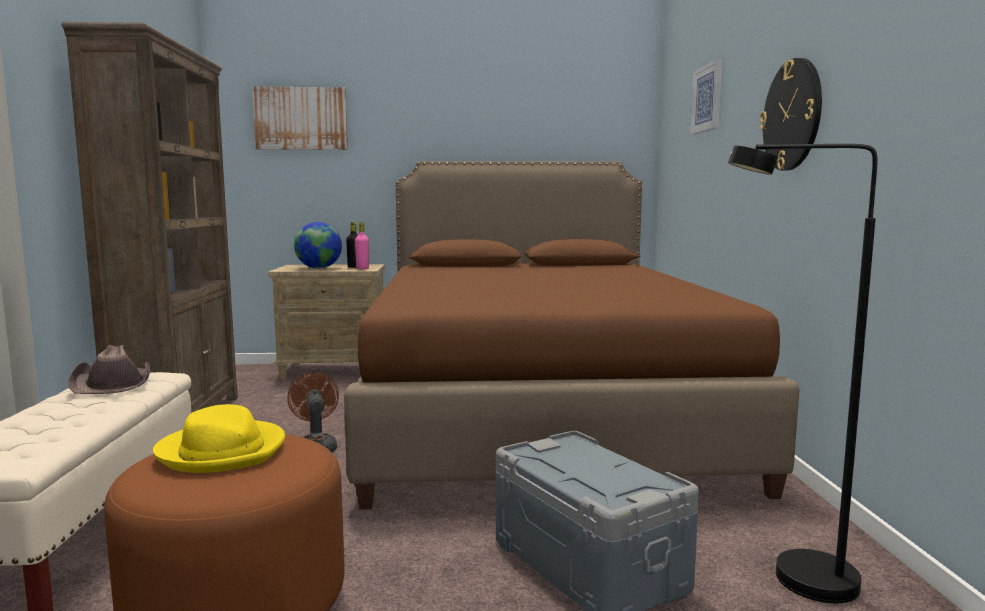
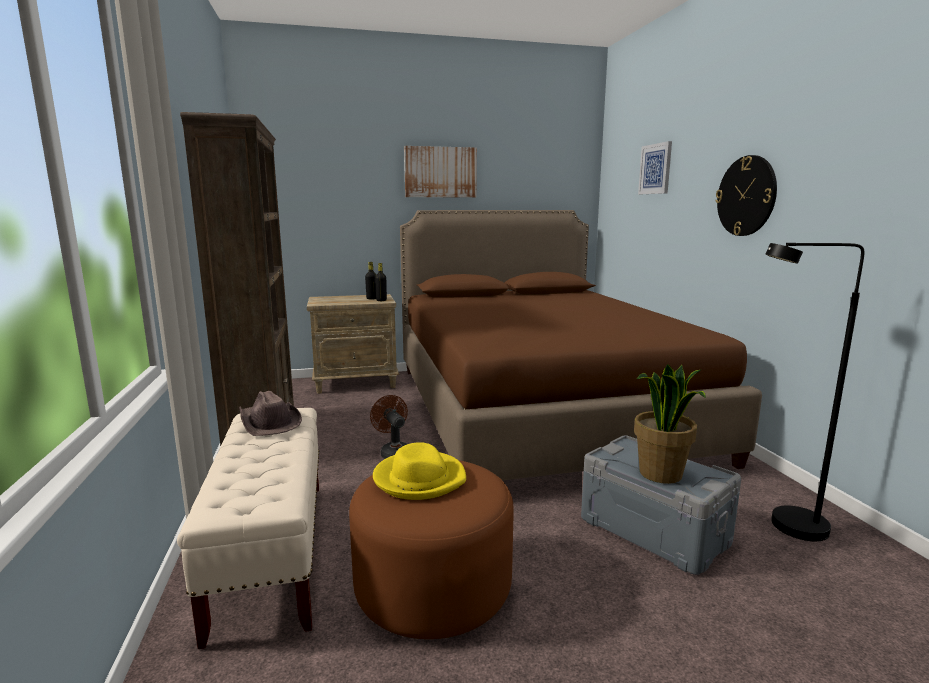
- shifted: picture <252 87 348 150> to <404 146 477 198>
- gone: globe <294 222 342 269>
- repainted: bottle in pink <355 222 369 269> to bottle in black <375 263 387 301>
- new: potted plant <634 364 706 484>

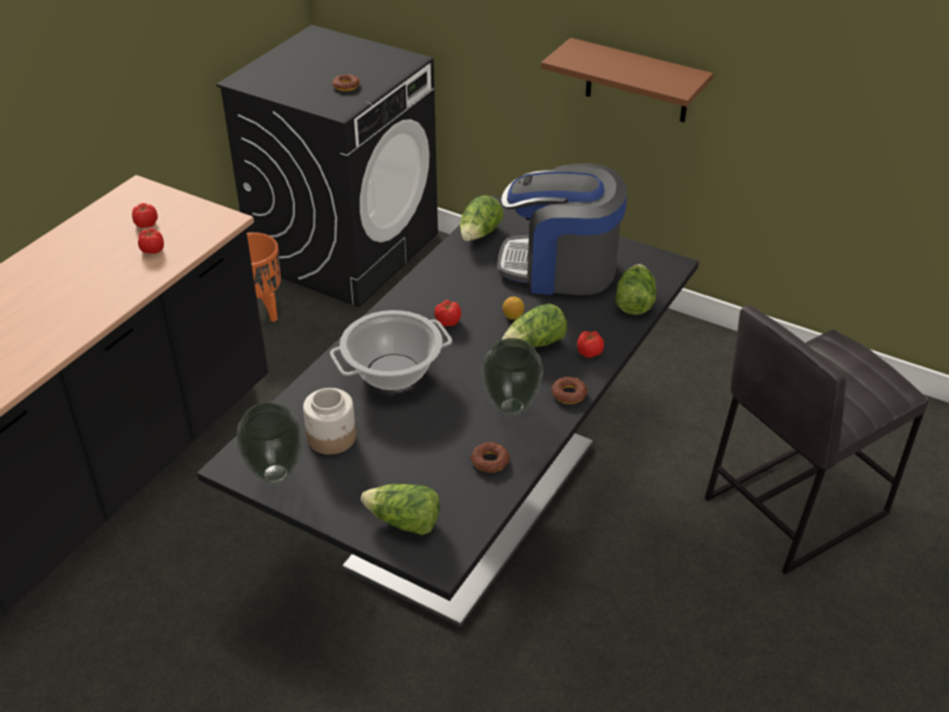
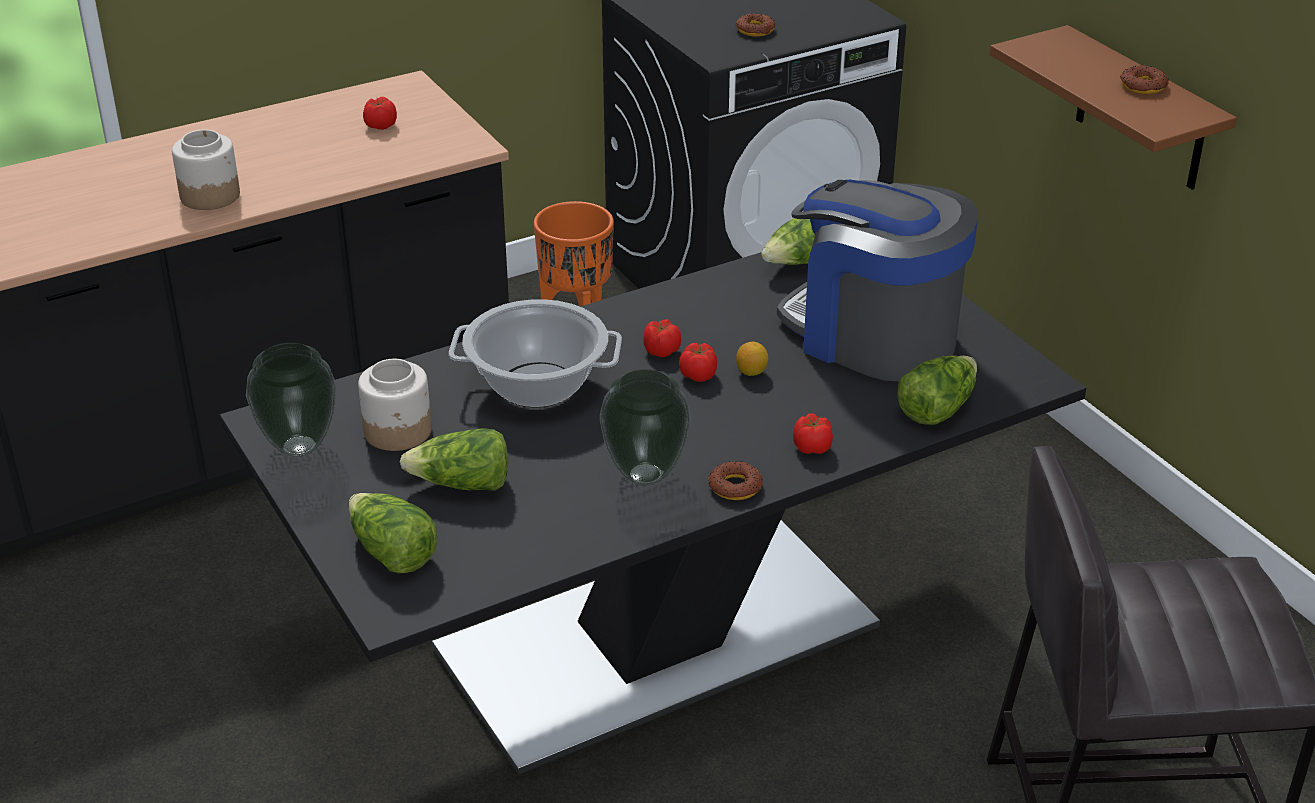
- shifted: tomato <138 228 164 254> to <679 343 717 382>
- shifted: lettuce <502 304 567 347> to <400 428 508 491>
- shifted: donut <471 442 510 472> to <1120 65 1169 94>
- new: jar <172 130 240 210>

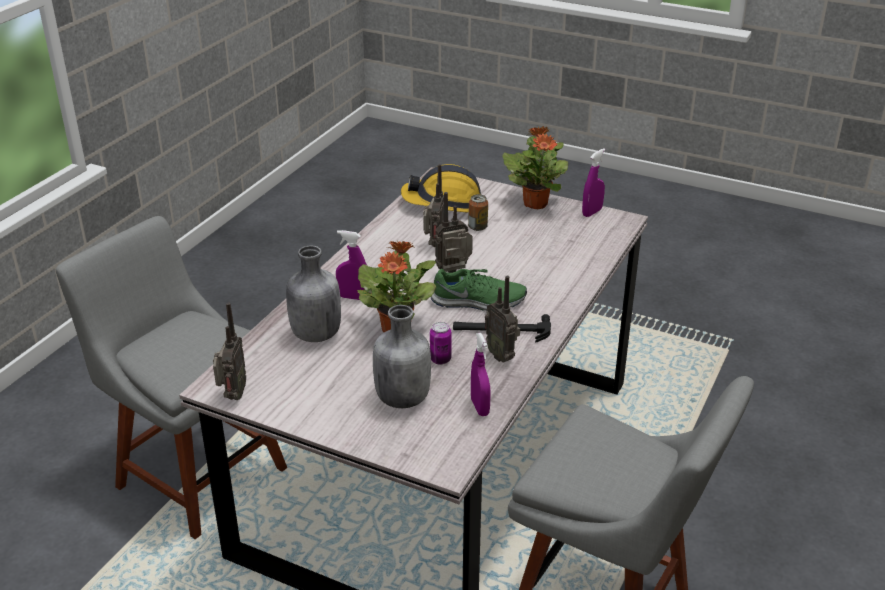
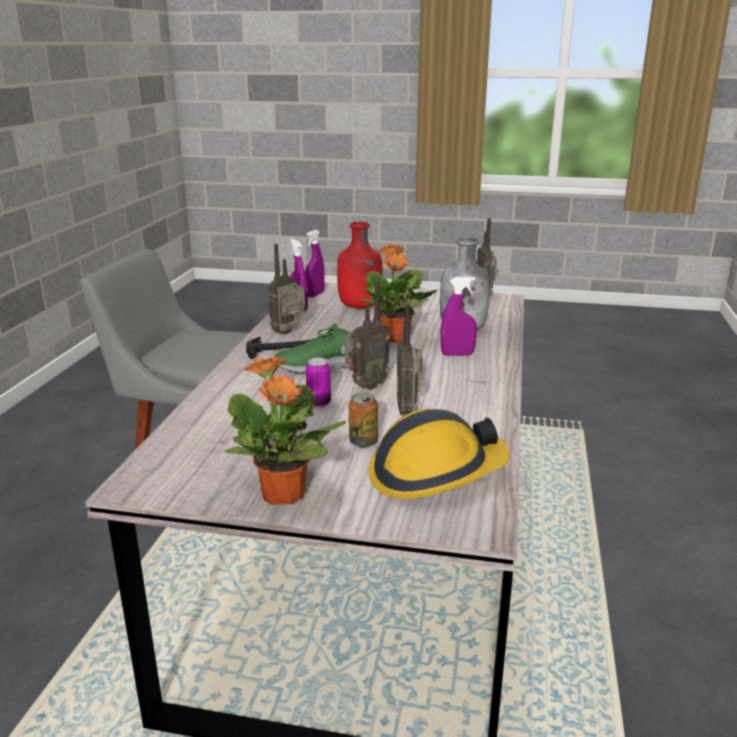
- shifted: spray bottle in purple <582 148 605 217> to <305 230 325 297>
- gone: chair in grey <56 216 287 539>
- rotated: radio <485 276 520 363> = <268 244 305 335> 90 degrees counterclockwise
- repainted: bottle in grey <373 305 431 408> to bottle in red <337 222 383 309>
- shifted: can <430 322 452 365> to <306 358 331 407>

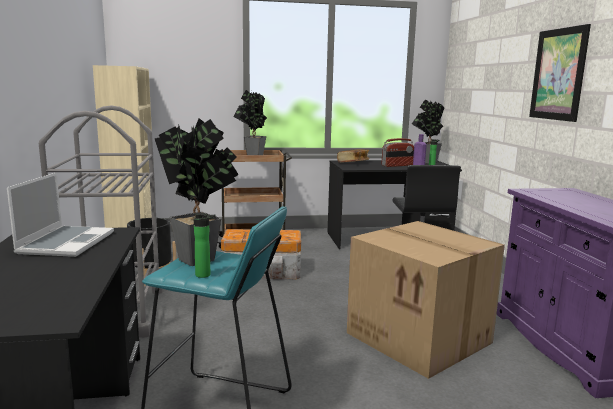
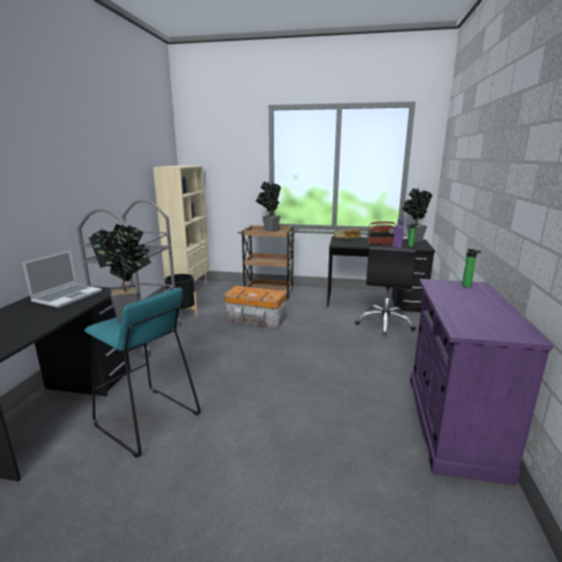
- gone: picture <529 24 591 122>
- shifted: bottle <193 213 216 278> to <462 249 481 287>
- gone: cardboard box <347 221 505 379>

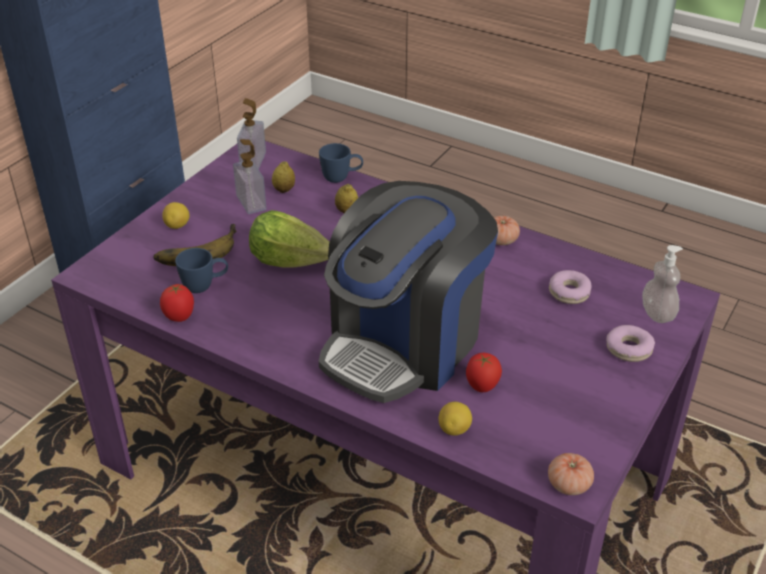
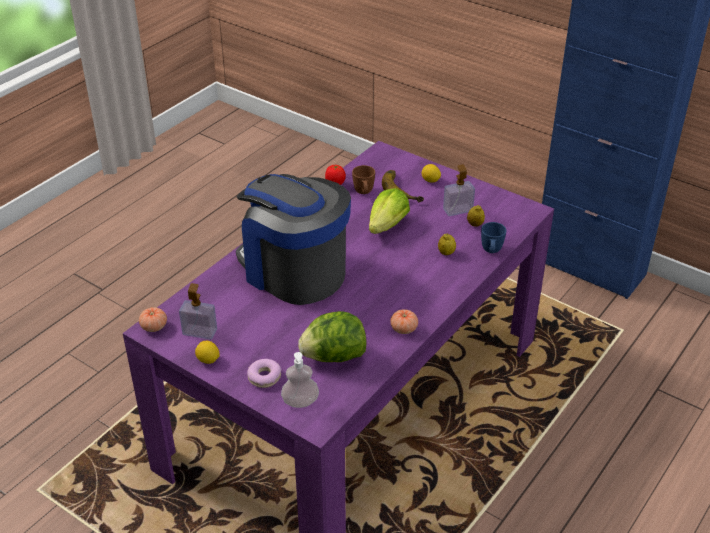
- shifted: soap dispenser <237 98 266 170> to <179 283 217 339>
- repainted: mug in blue <175 248 228 293> to mug in brown <352 165 375 194>
- swapped: donut <549 270 592 304> to lettuce <299 311 367 362>
- gone: tomato <466 353 502 392>
- shifted: lemon <438 402 472 436> to <195 341 220 364>

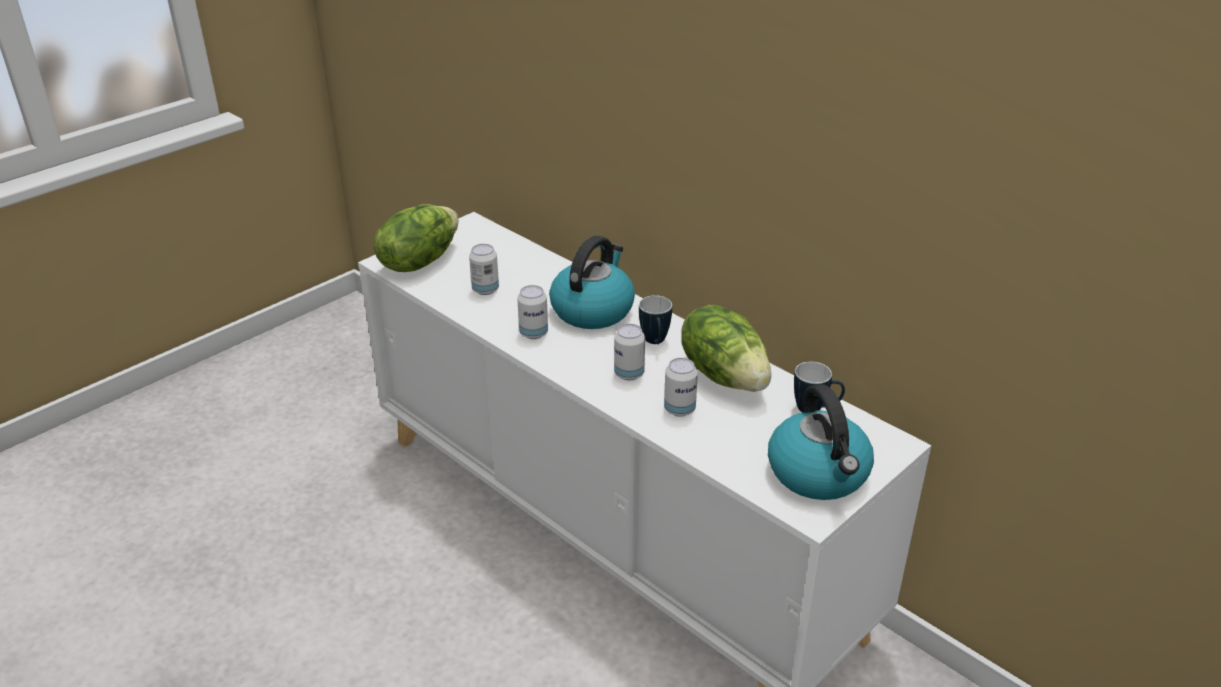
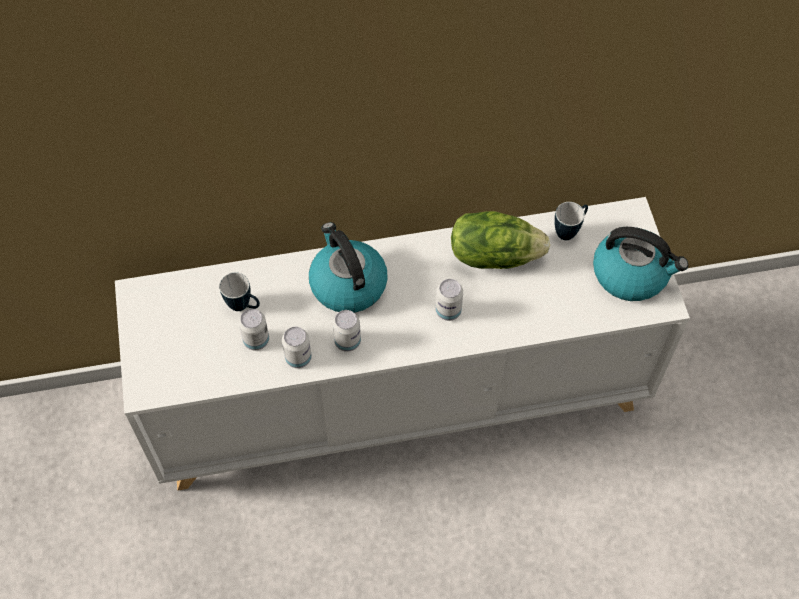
- gone: lettuce <373 204 459 272>
- shifted: mug <639 295 672 344> to <219 272 260 311>
- shifted: can <664 358 698 417> to <282 327 312 368>

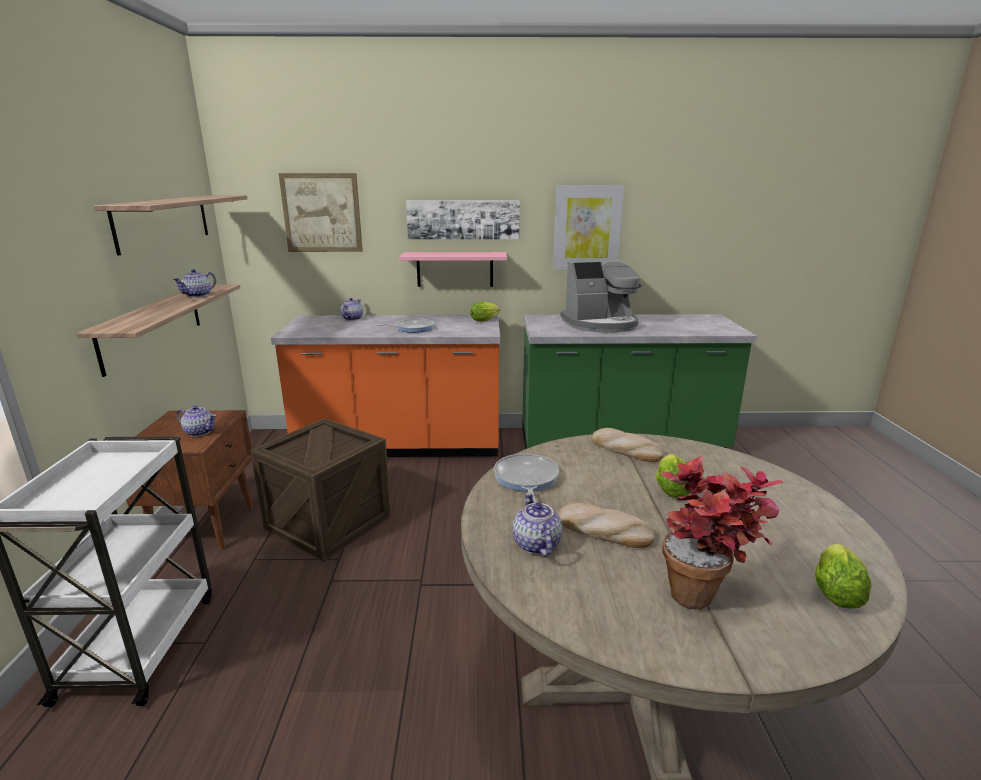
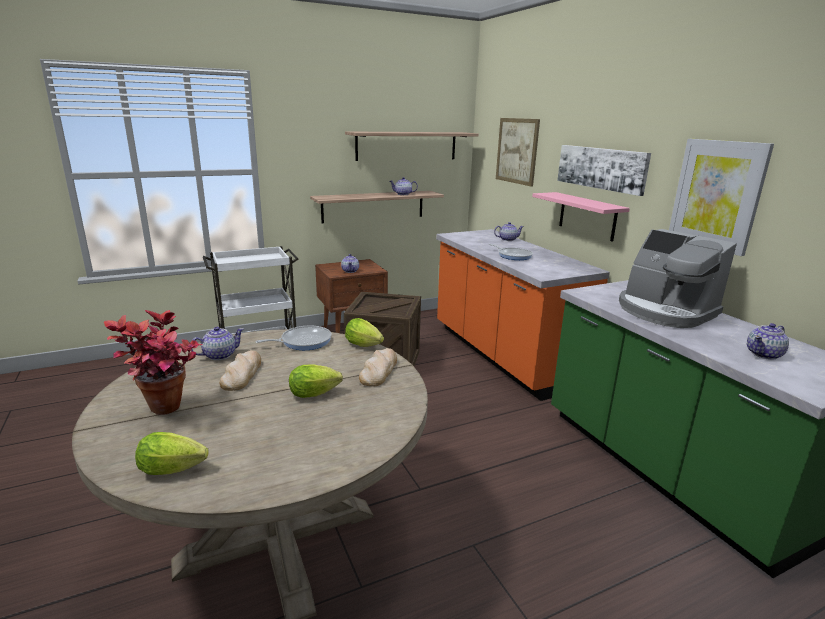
- shifted: lettuce <470 301 500 322> to <345 318 384 347>
- new: teapot <747 323 789 360>

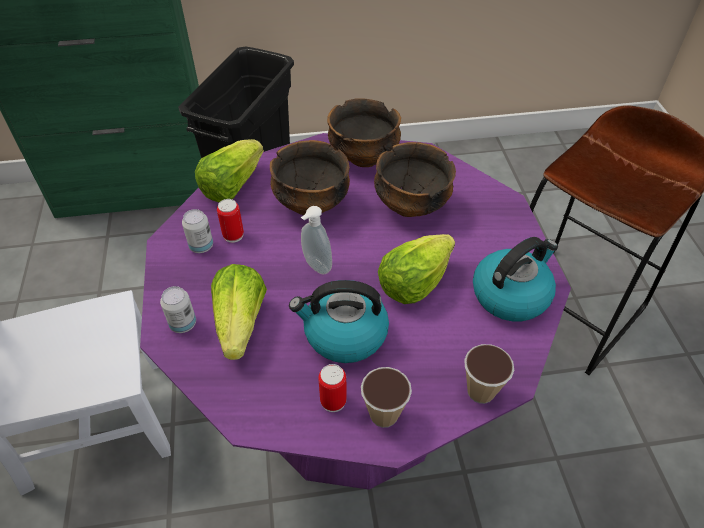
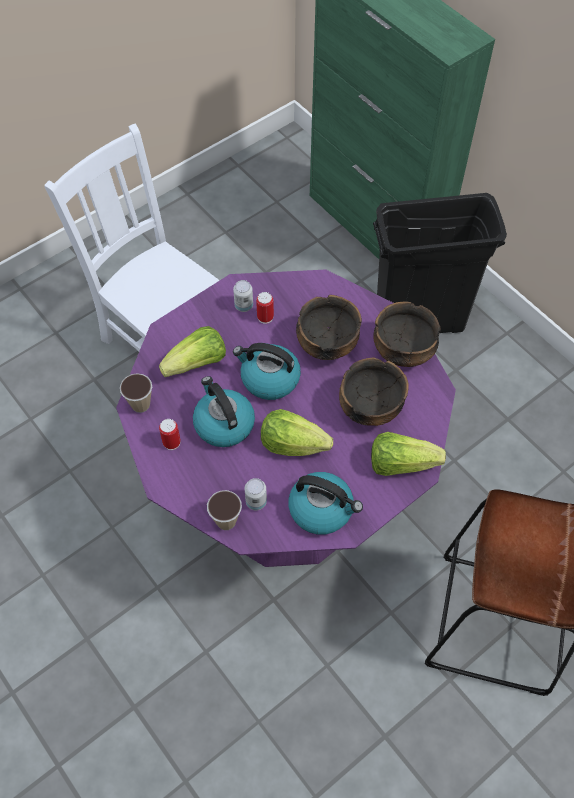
- shifted: lettuce <195 139 264 202> to <371 432 446 476>
- swapped: soap dispenser <301 206 332 274> to kettle <233 343 301 400>
- shifted: can <160 286 196 333> to <245 478 267 510>
- shifted: cup <361 367 412 428> to <120 373 152 413>

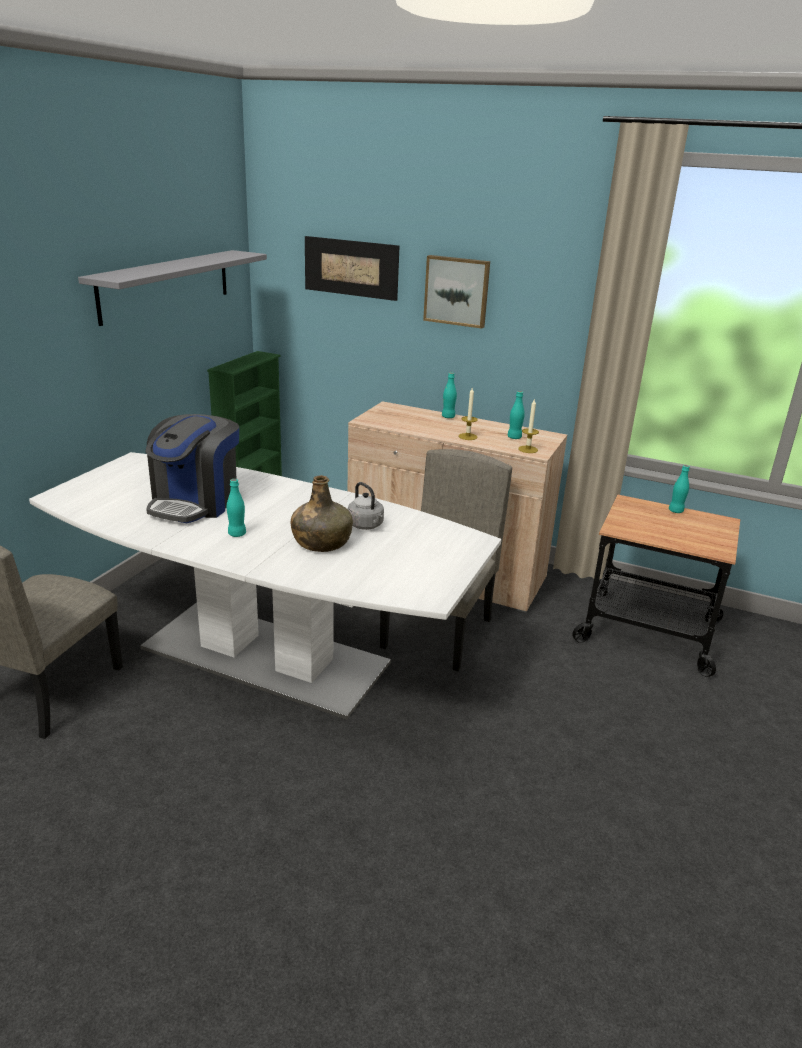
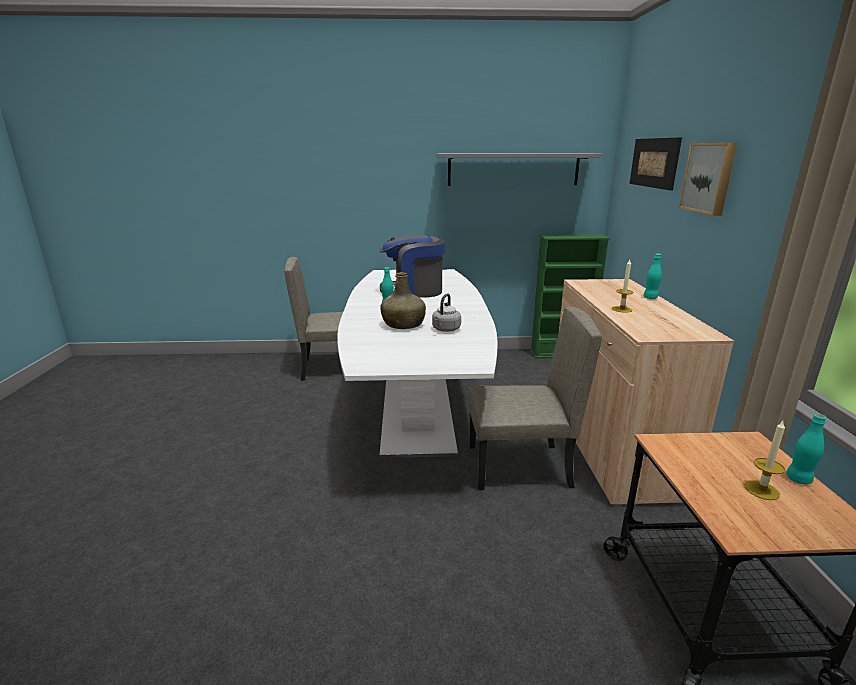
- gone: bottle in turquoise <507 391 525 439>
- shifted: candle <518 398 539 453> to <744 421 785 500>

